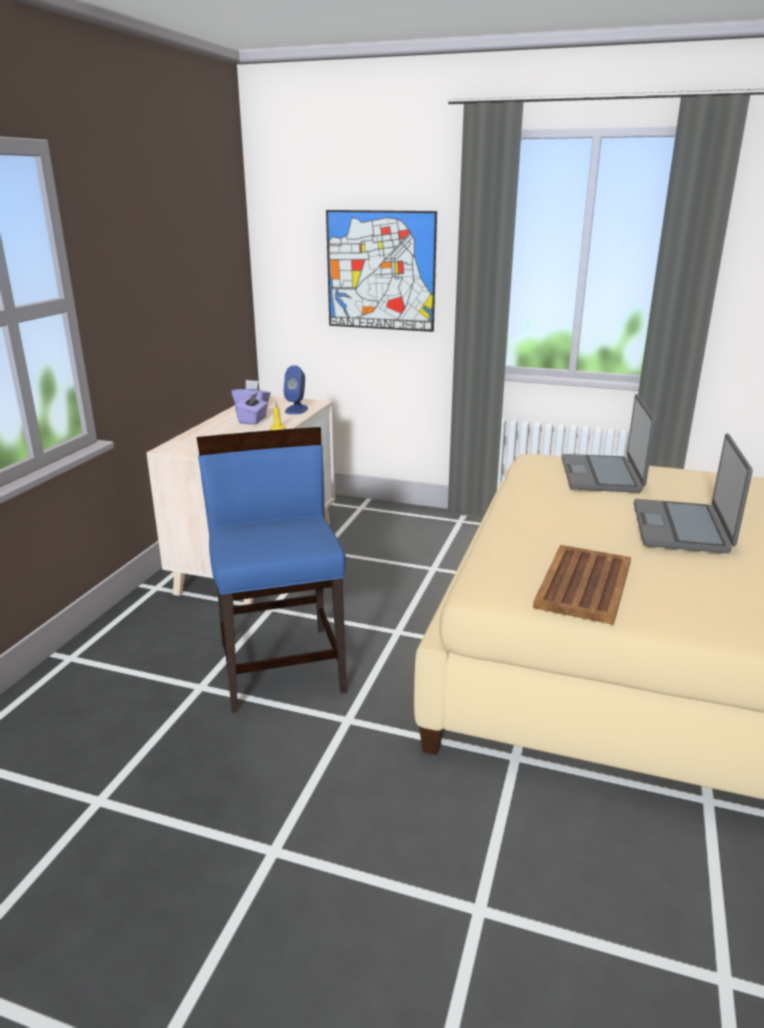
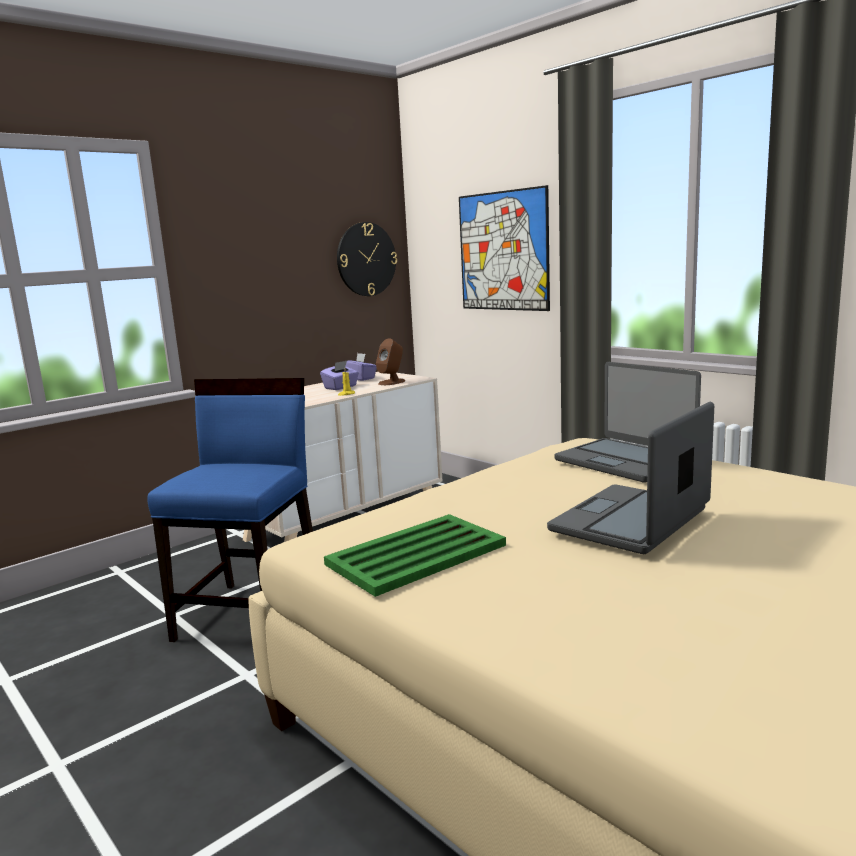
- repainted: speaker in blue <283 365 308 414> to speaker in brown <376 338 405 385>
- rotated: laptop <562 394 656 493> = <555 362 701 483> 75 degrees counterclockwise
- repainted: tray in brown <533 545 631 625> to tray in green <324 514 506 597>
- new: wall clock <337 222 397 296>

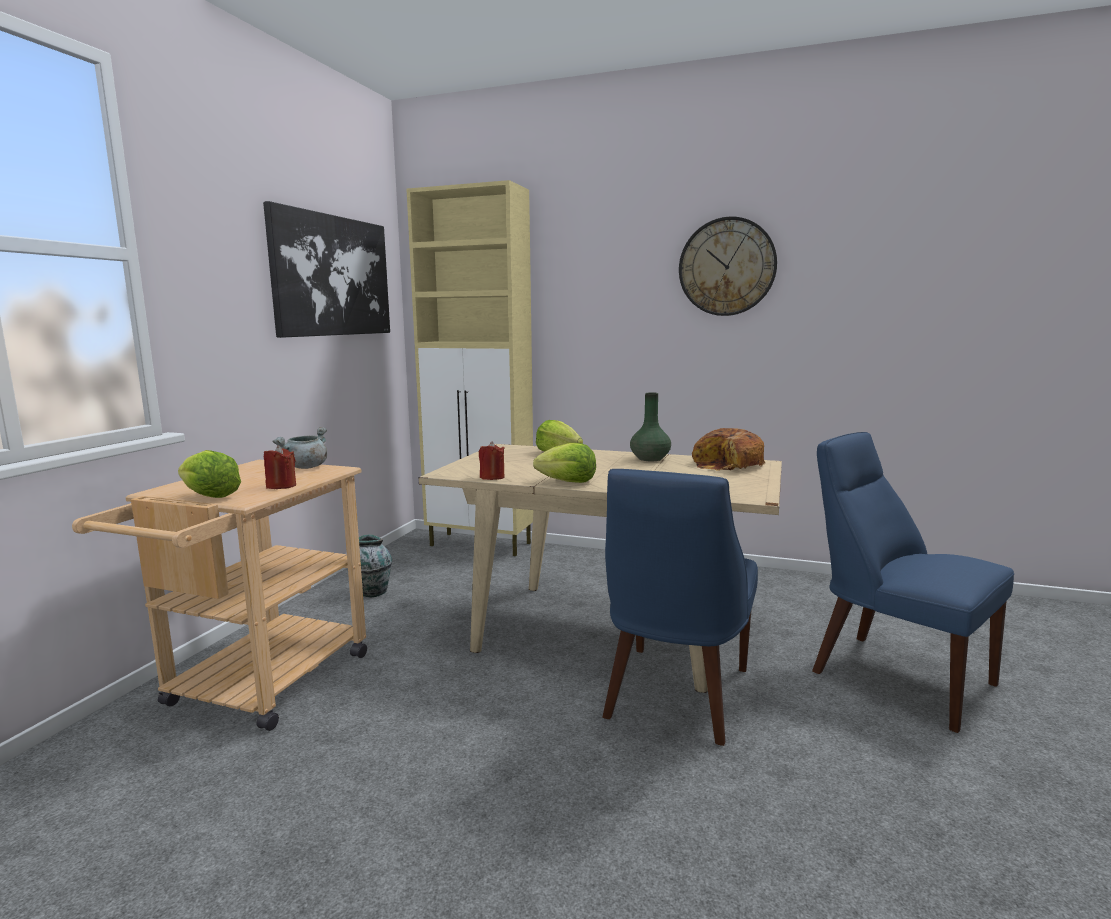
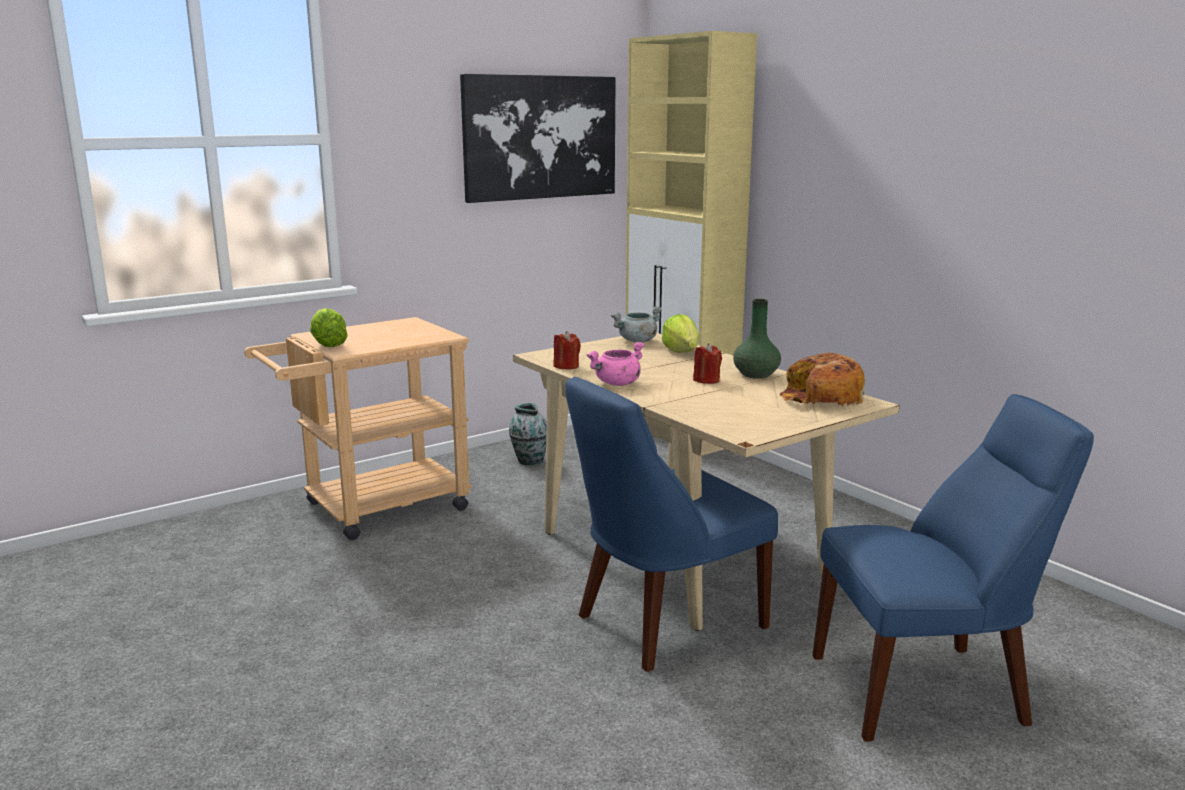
- gone: wall clock <679 217 777 316>
- shifted: cooking pot in grey <272 427 327 469> to <611 306 662 342>
- rotated: chair in blue <812 432 1014 733> = <813 394 1094 742> 90 degrees clockwise
- swapped: lettuce <533 443 596 483> to cooking pot in pink <587 342 645 386>
- shifted: candle in red <264 445 296 489> to <693 343 722 384>

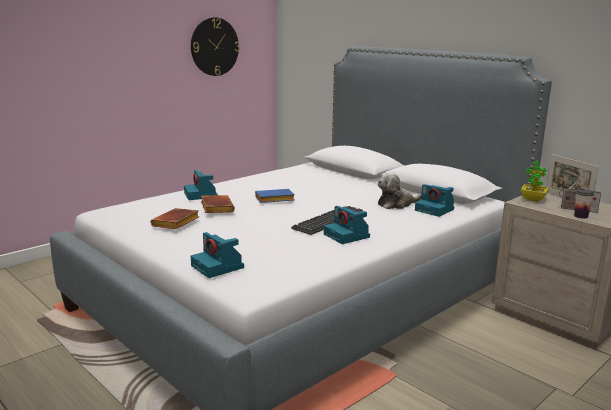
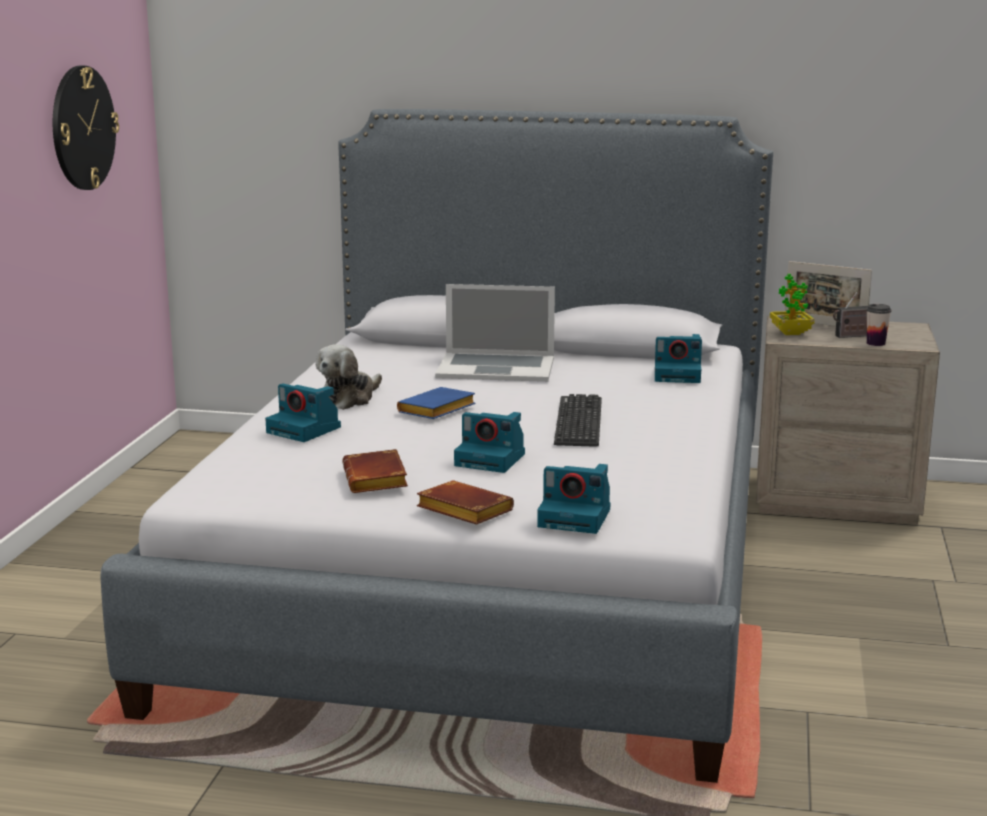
- shifted: plush toy <377 172 421 209> to <316 344 382 410>
- shifted: book in brown <201 195 235 213> to <417 480 514 525>
- shifted: photo camera <324 206 370 244> to <454 412 525 473>
- new: laptop <435 284 555 382>

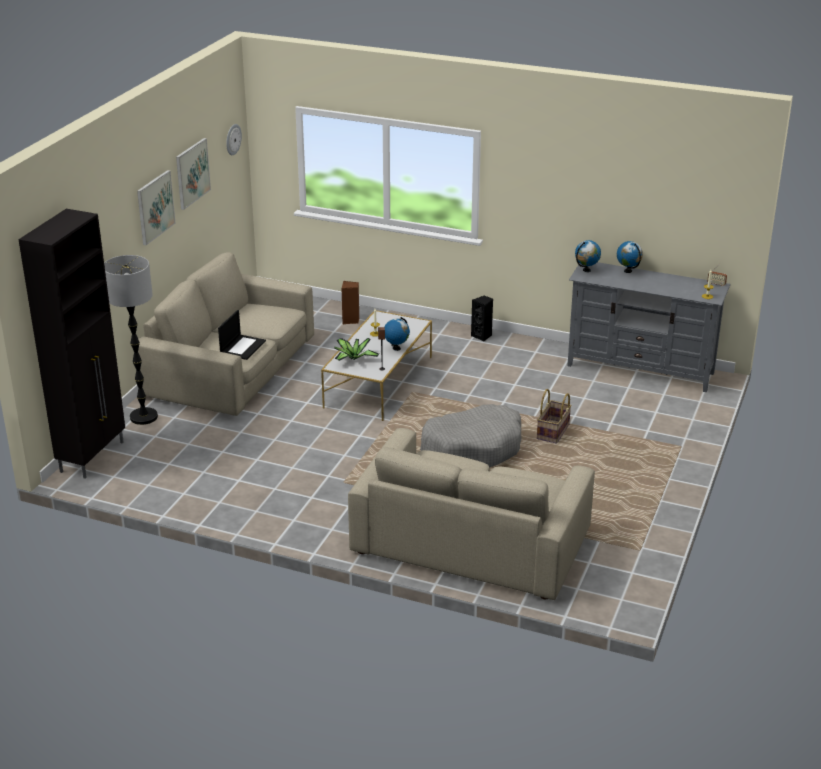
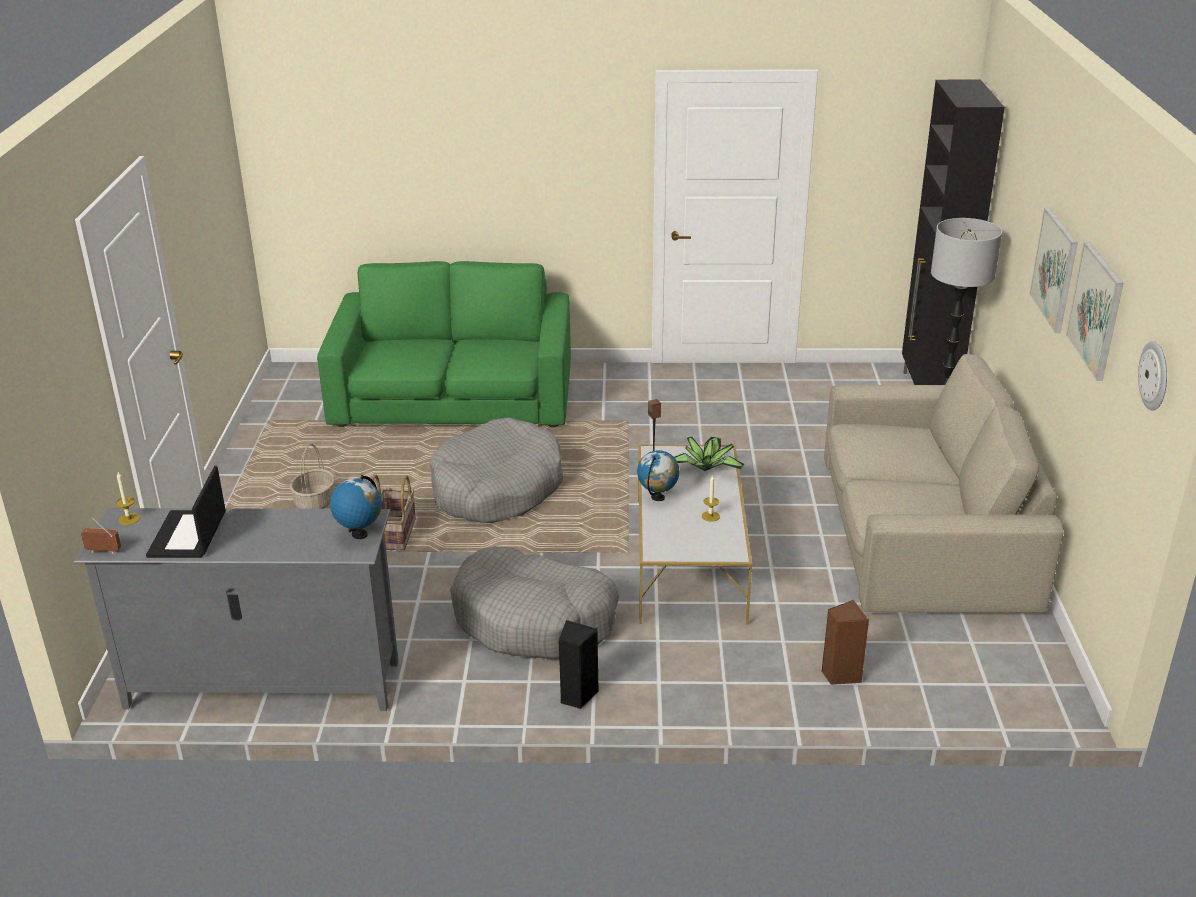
- gone: globe <617 241 643 273>
- shifted: laptop <218 310 266 360> to <146 466 226 558>
- repainted: sofa in beige <348 428 595 600> to sofa in green <317 261 571 427>
- new: basket <290 444 335 509>
- new: dog bed in grey <450 546 619 659>

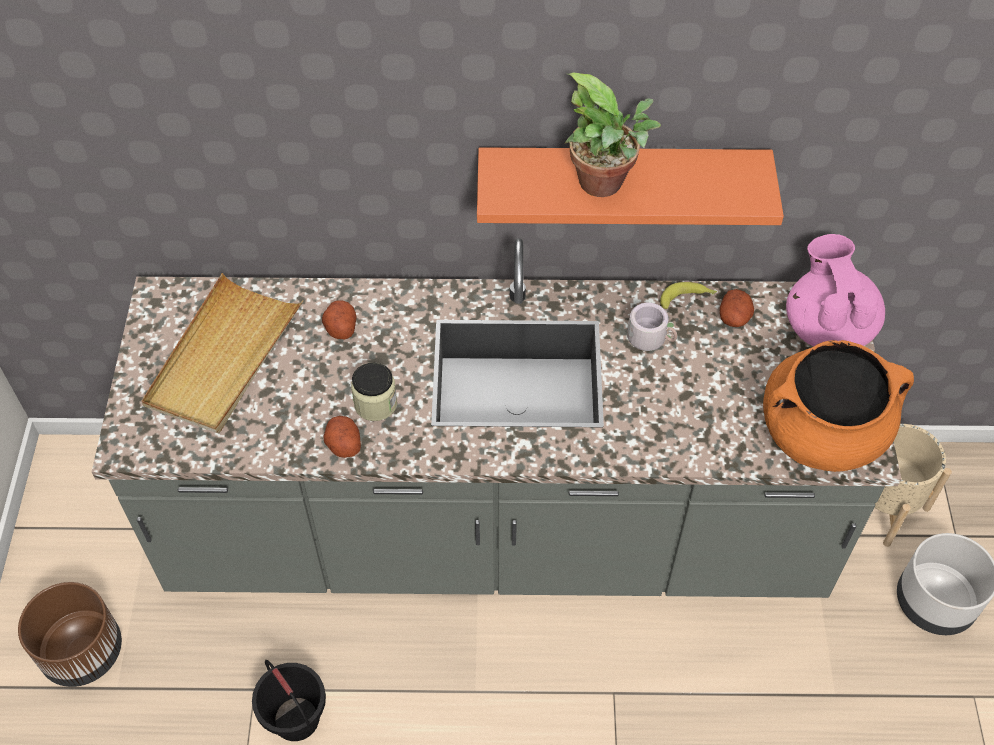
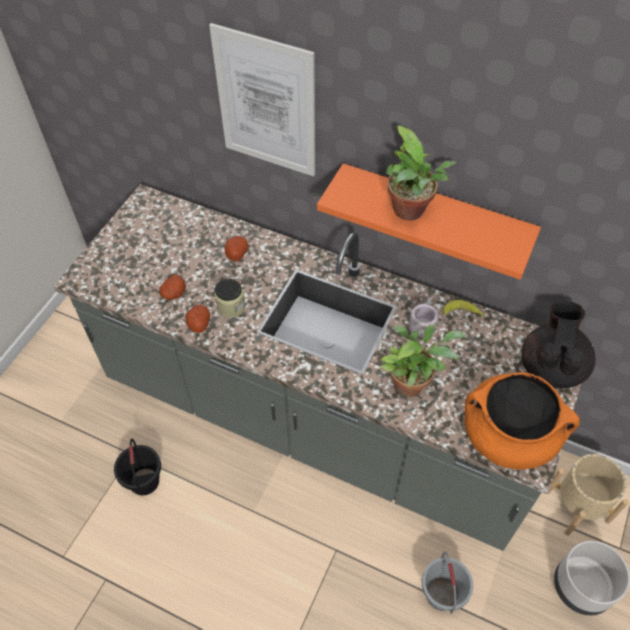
- repainted: teapot in pink <786 234 885 346> to teapot in black <521 301 596 388>
- gone: tray in beige <142 273 303 433>
- shifted: potato <720 289 754 327> to <159 275 186 300>
- gone: planter in brown <18 582 122 687>
- new: picture <209 23 315 176>
- new: potted plant <380 325 465 397>
- new: bucket in grey <422 552 473 614>

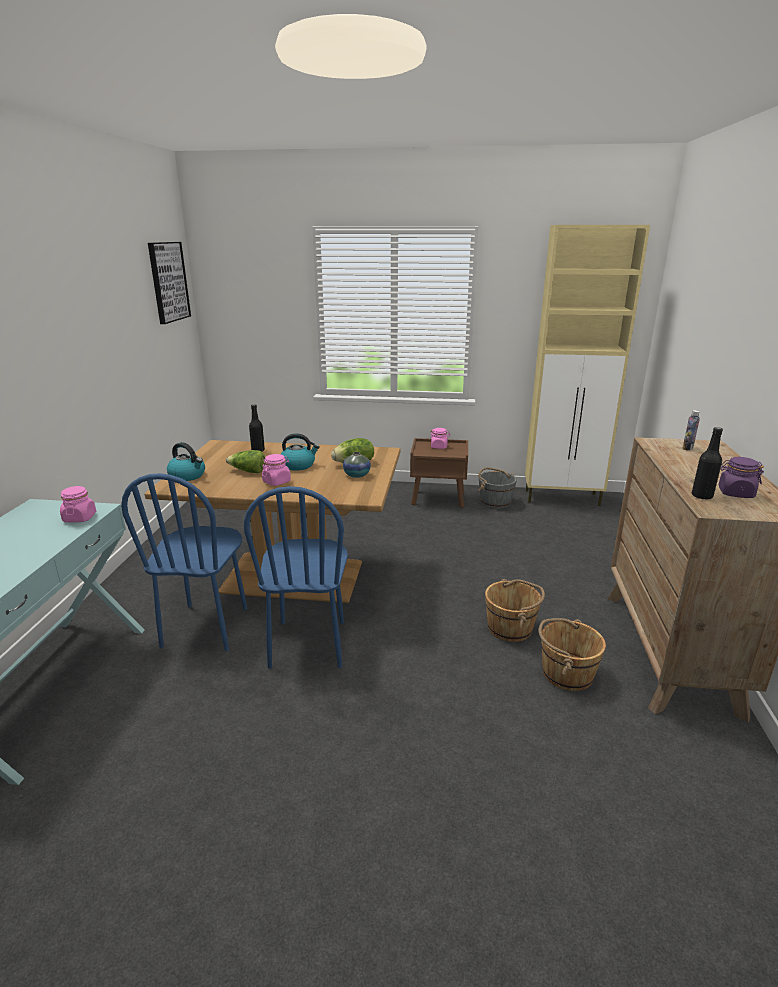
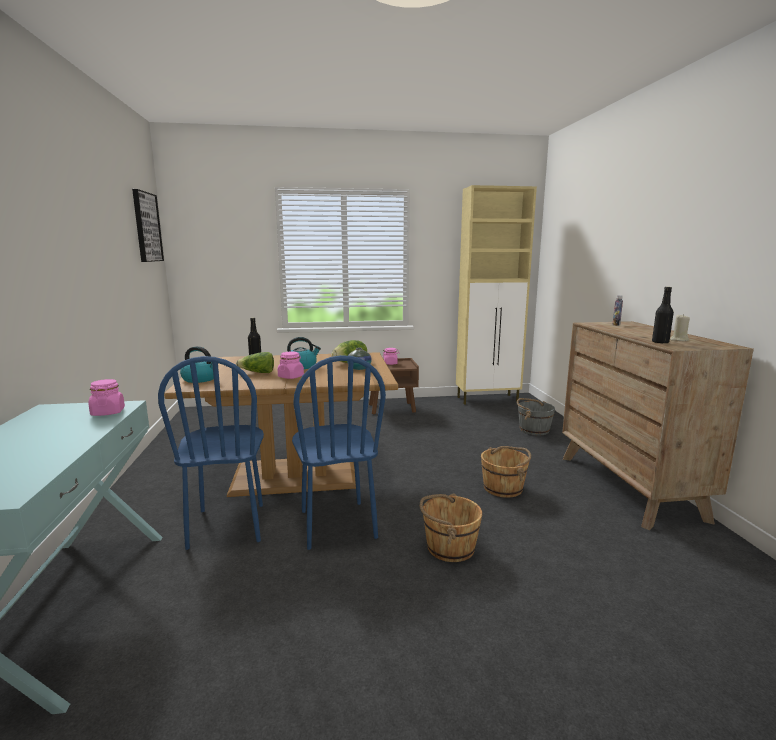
- swapped: jar in purple <718 457 764 498> to candle in beige <670 314 690 341>
- shifted: bucket in grey <478 467 517 509> to <517 398 555 436>
- shifted: bucket in brown <539 618 606 691> to <420 494 482 562>

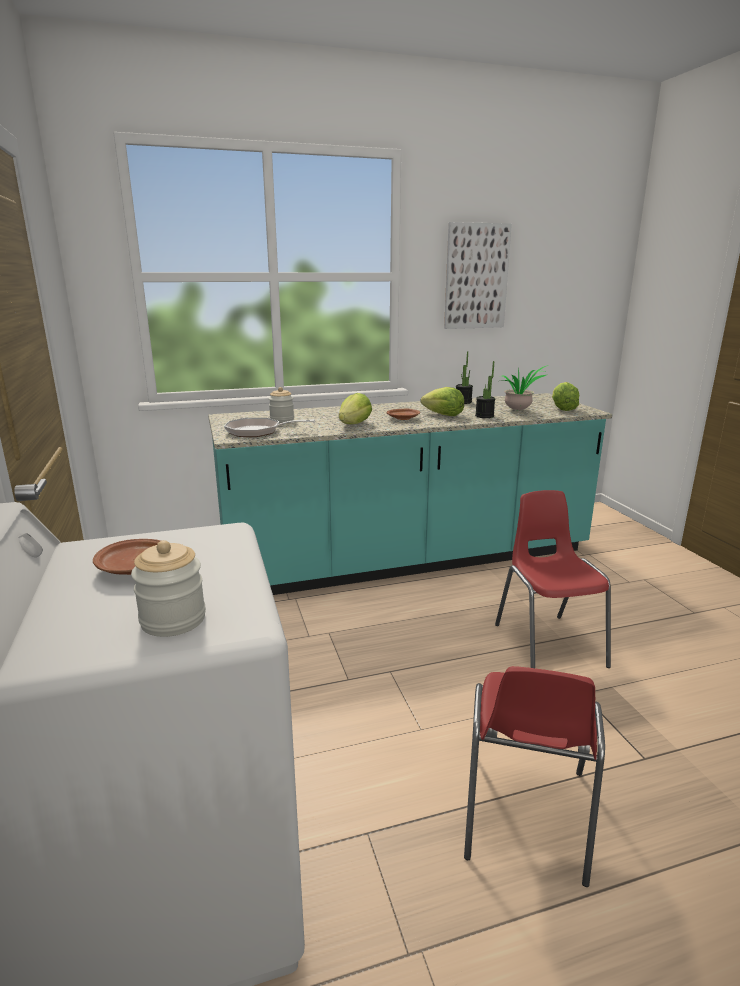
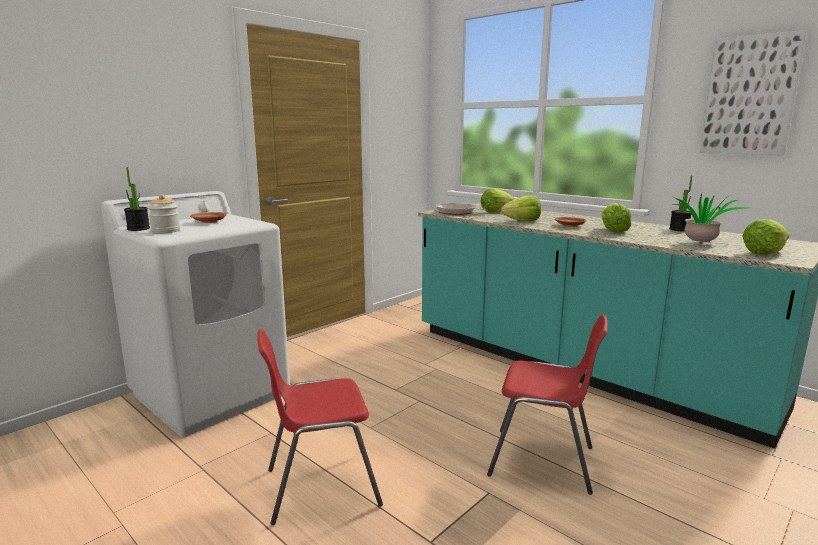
- shifted: potted plant <475 361 495 418> to <124 167 150 231>
- swapped: jar <269 387 294 422> to lettuce <481 189 514 212>
- rotated: chair in red <495 490 611 668> = <487 315 607 495> 60 degrees clockwise

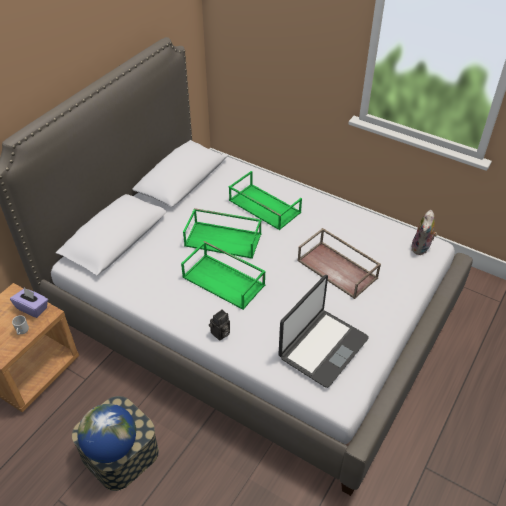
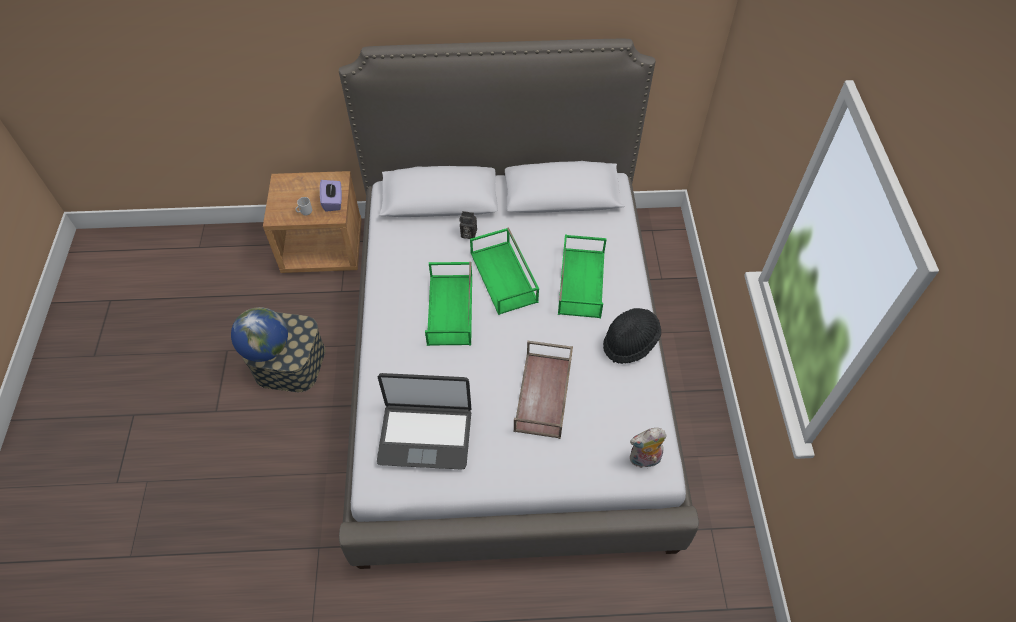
- shifted: photo camera <209 310 230 341> to <459 211 477 239>
- new: hat in black <603 308 661 364>

